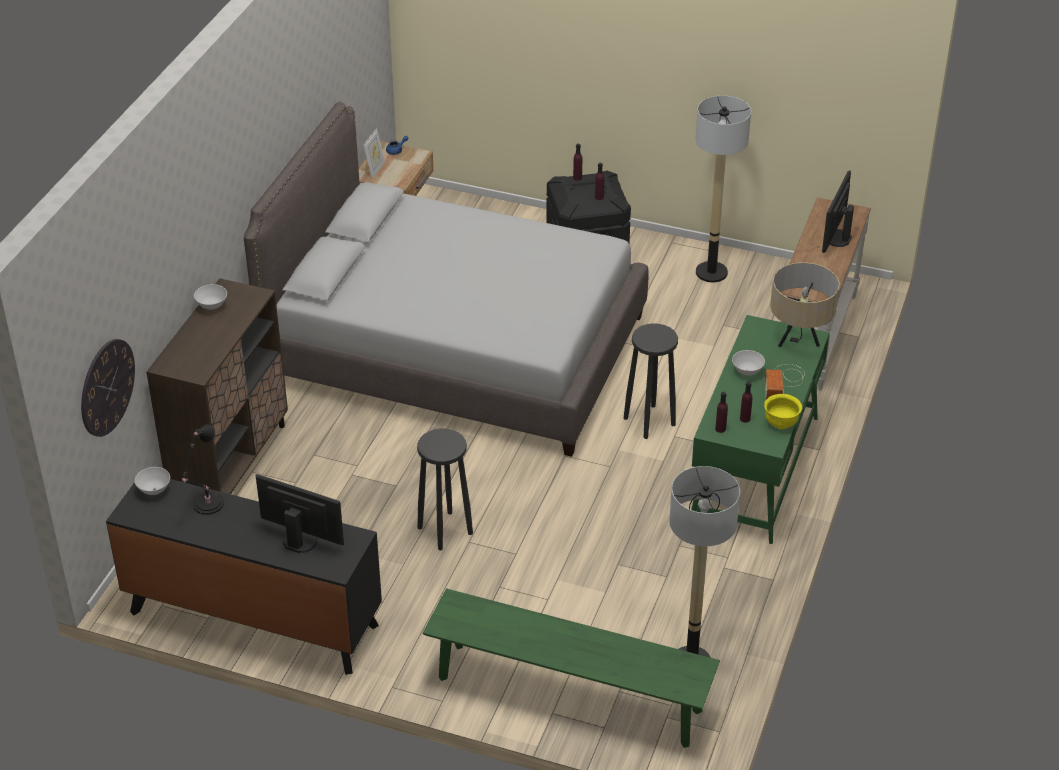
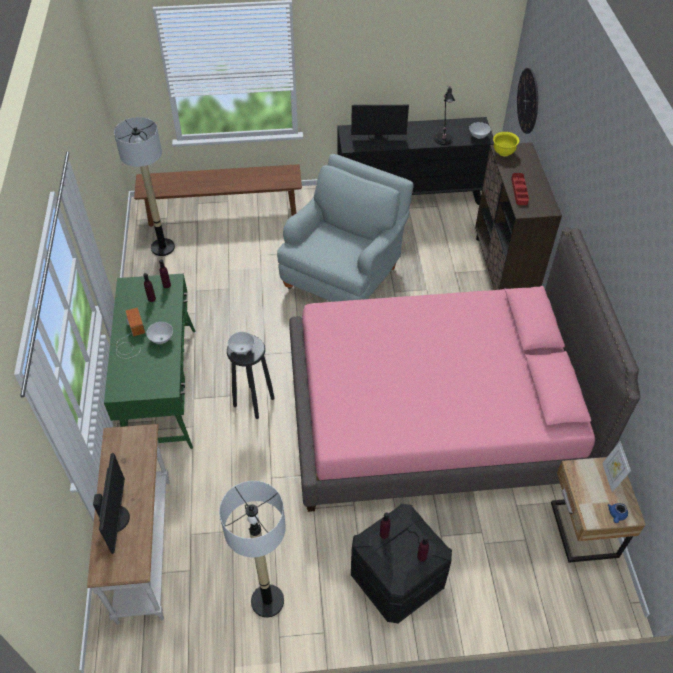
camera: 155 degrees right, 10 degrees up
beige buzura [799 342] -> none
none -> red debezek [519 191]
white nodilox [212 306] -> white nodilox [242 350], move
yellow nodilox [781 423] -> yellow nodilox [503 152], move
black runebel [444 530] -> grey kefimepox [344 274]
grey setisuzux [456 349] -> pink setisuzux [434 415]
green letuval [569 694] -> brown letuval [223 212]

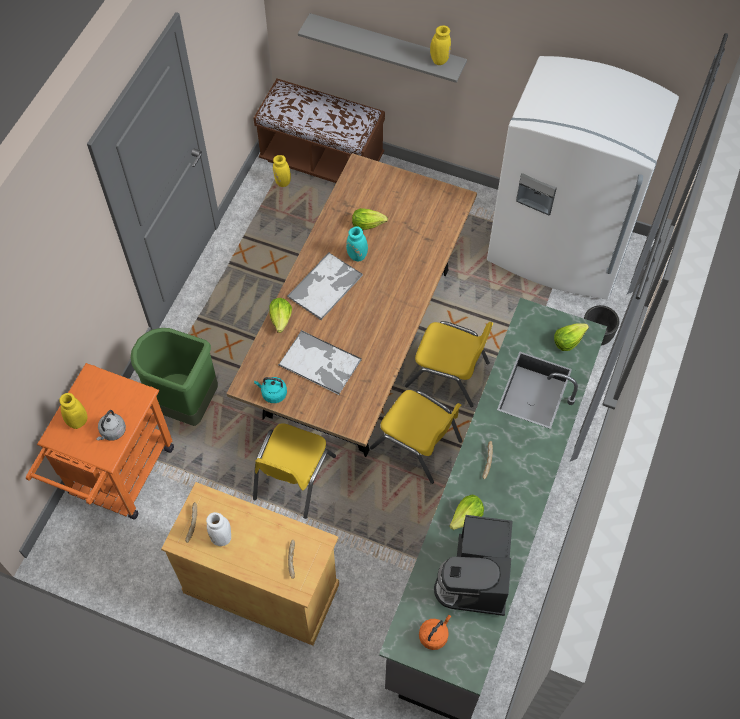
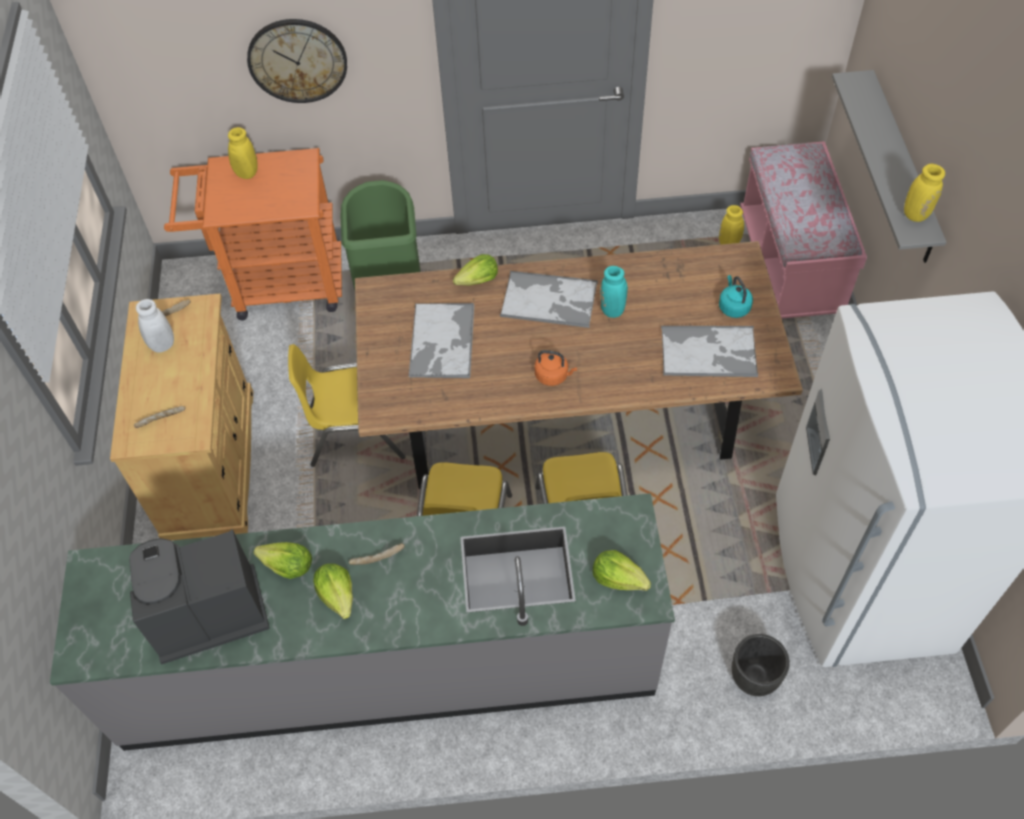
camera: 65 degrees right, 5 degrees down
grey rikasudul [112 432] -> none
none -> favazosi [297 60]
none -> debezek [709 352]
turquoise rikasudul [273 393] -> turquoise rikasudul [733 306], move
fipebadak [367 224] -> fipebadak [338 596], move
orange rikasudul [434 635] -> orange rikasudul [553 376], move
brown letuval [322 159] -> pink letuval [790 264]

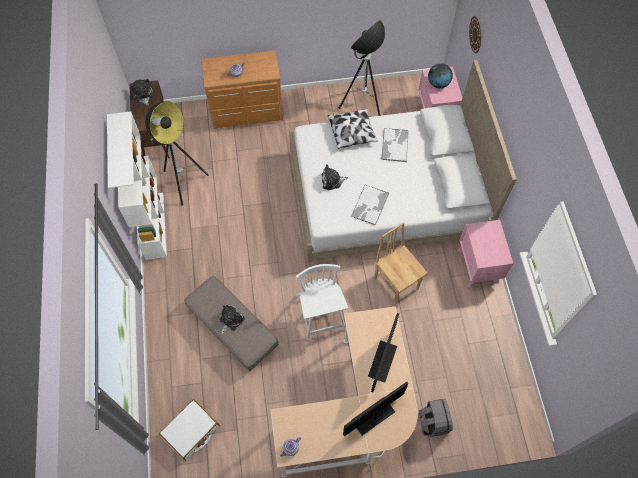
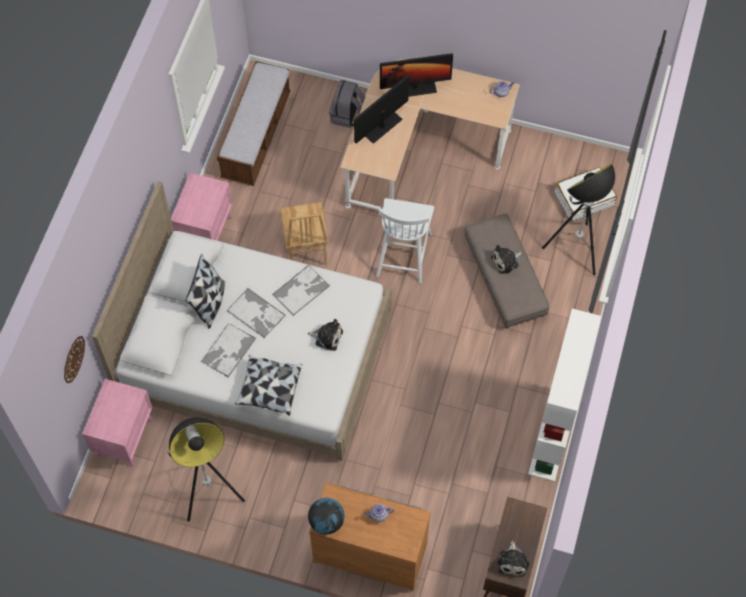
camera: 155 degrees left, 0 degrees up
none -> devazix [210 303]
none -> letuval [256 136]
none -> debezek [256 313]
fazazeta [183 183] -> fazazeta [575 250], move
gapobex [438 84] -> gapobex [327 521], move

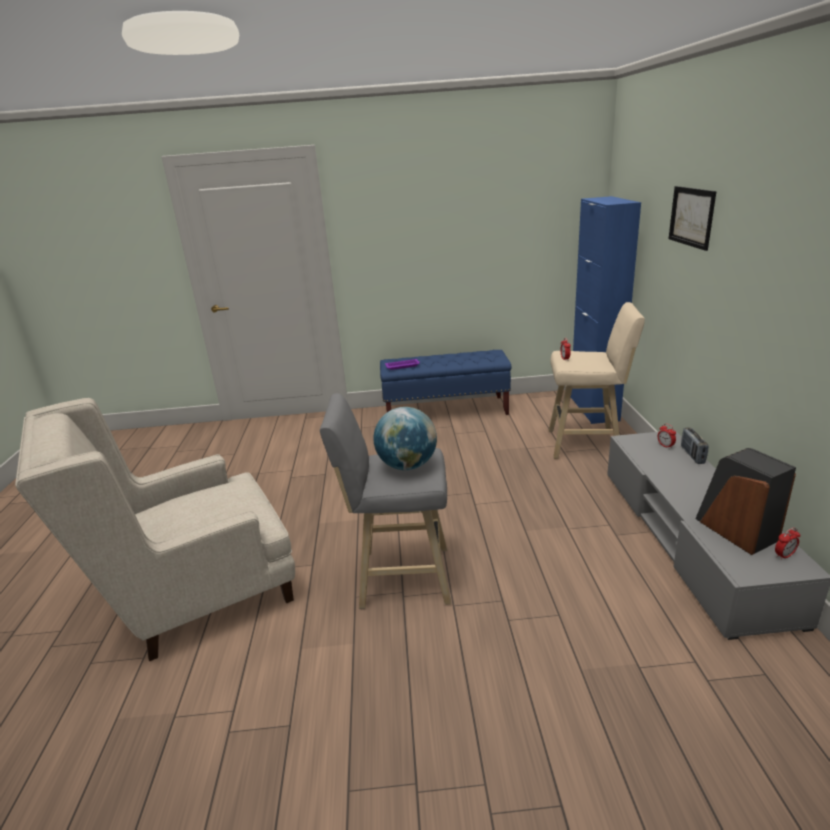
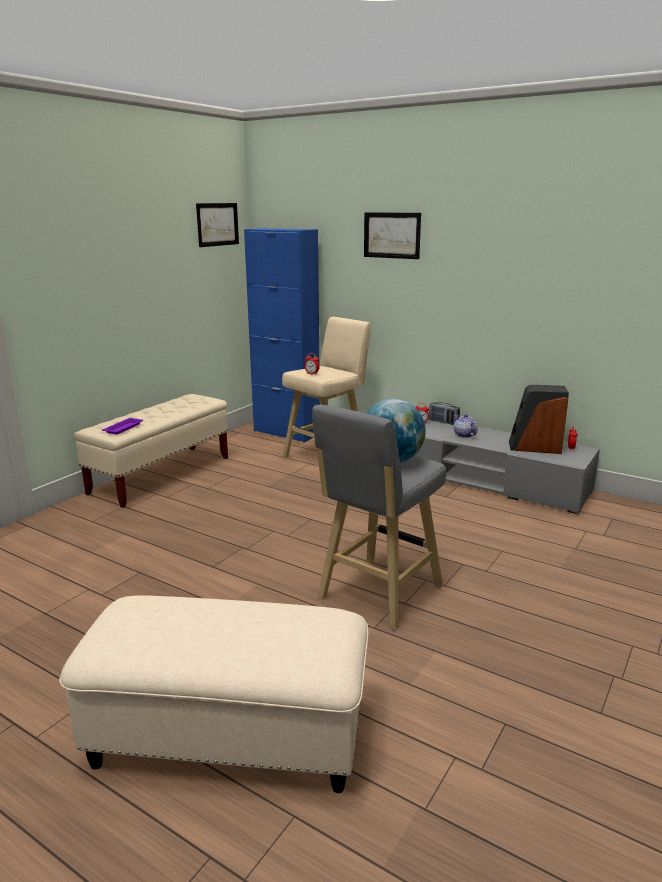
camera: 55 degrees left, 5 degrees down
none -> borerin [217 224]
none -> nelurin [464 435]
beige kefimepox [194 596] -> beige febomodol [227 738]
blue letuval [446 411] -> beige letuval [161 475]

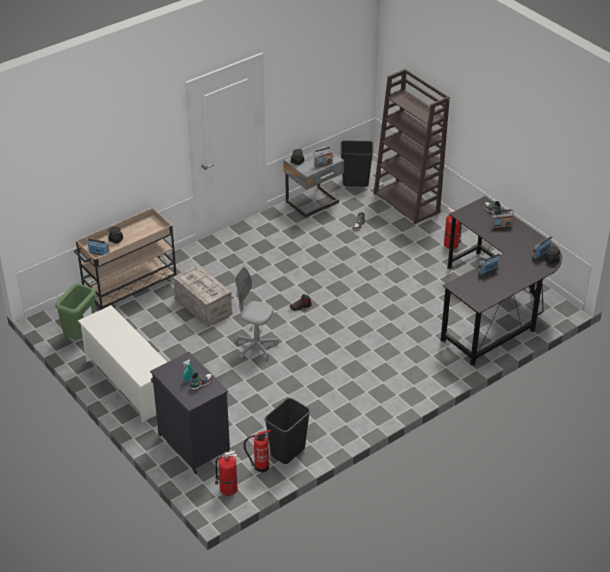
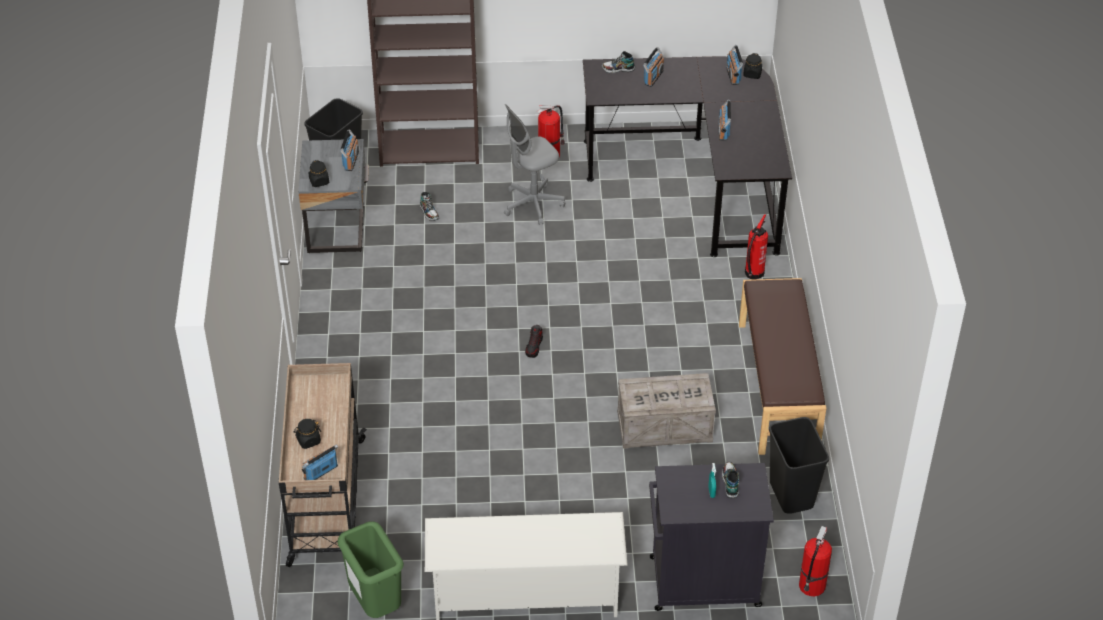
camera: 55 degrees left, 5 degrees up
none -> brown letuval [778 386]
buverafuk [202 306] -> buverafuk [663 427], move
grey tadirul [256 347] -> grey tadirul [533 204], move
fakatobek [260 466] -> fakatobek [753 274], move

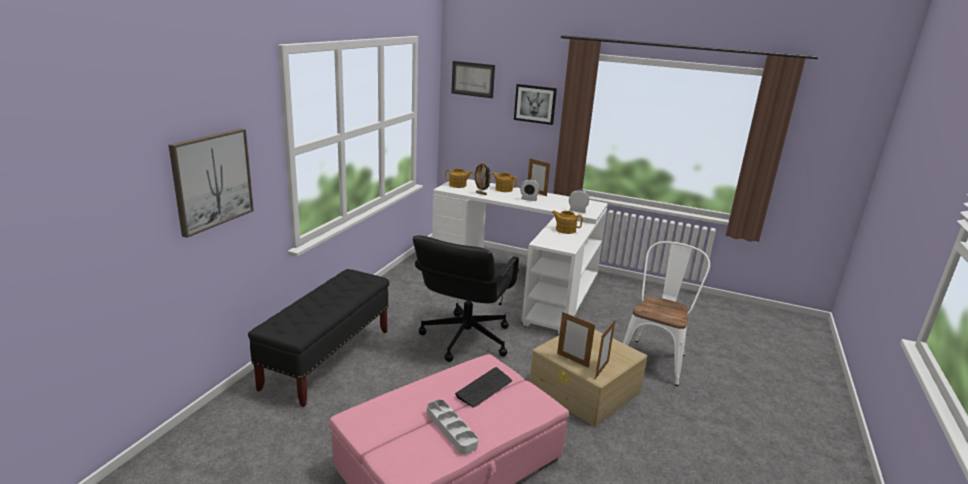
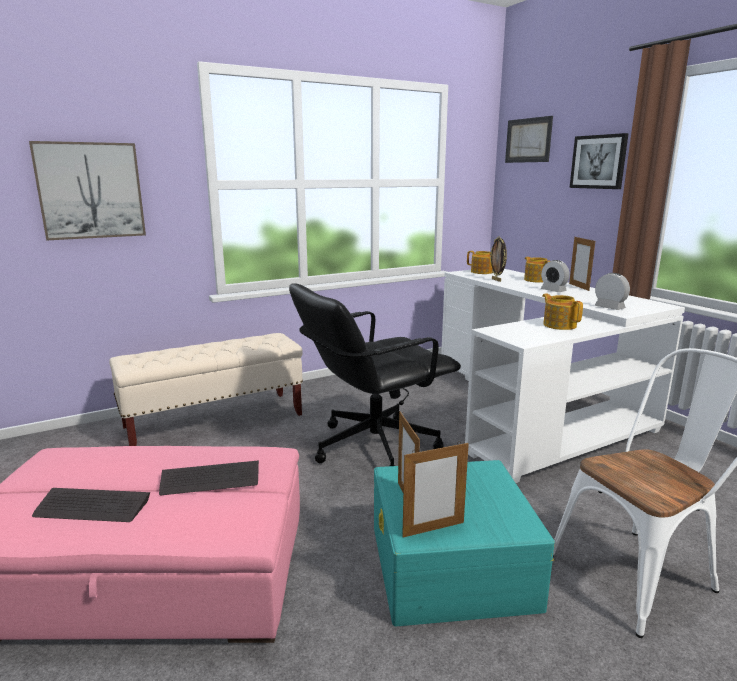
camera: 40 degrees right, 5 degrees down
grey debezek [451 429] -> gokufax [92 507]
black letuval [328 359] -> beige letuval [215 421]
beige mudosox [585 389] -> turquoise mudosox [451 566]

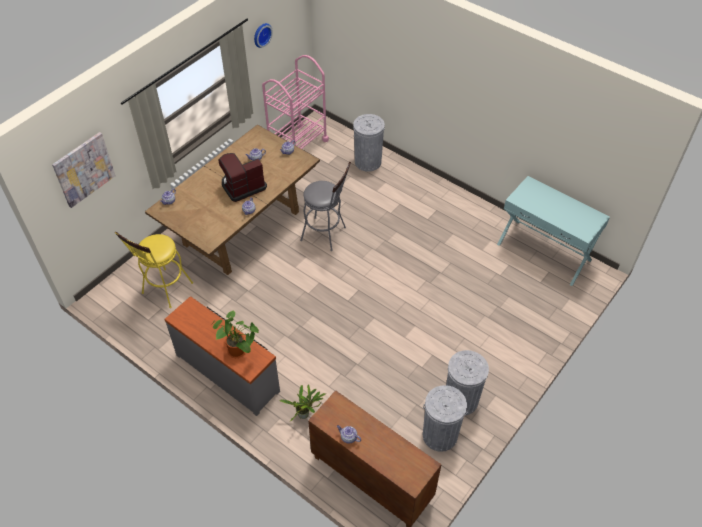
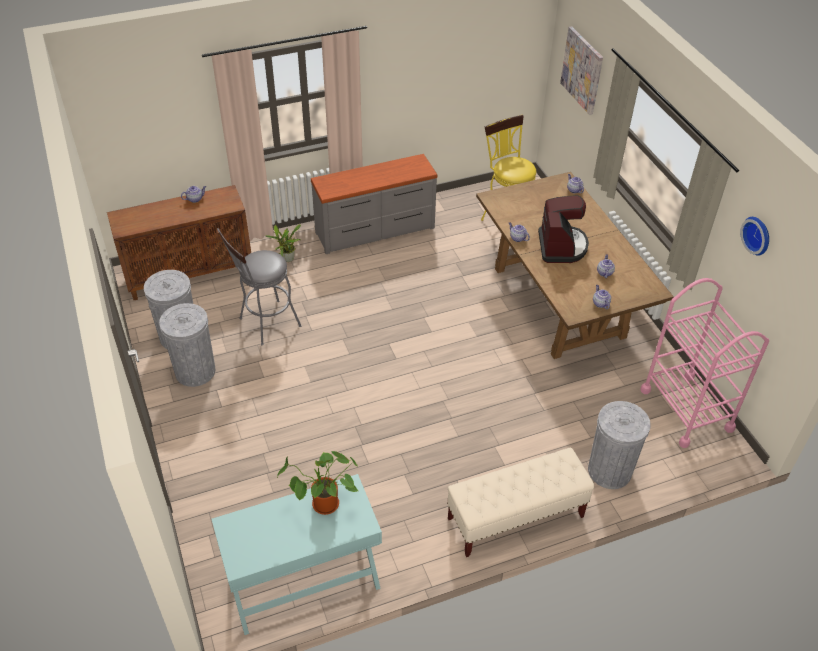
camera: 120 degrees right, 5 degrees down
none -> beige letuval [515 518]
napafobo [239 351] -> napafobo [323 506], move
grey runebel [327 235] -> grey runebel [265 324], move

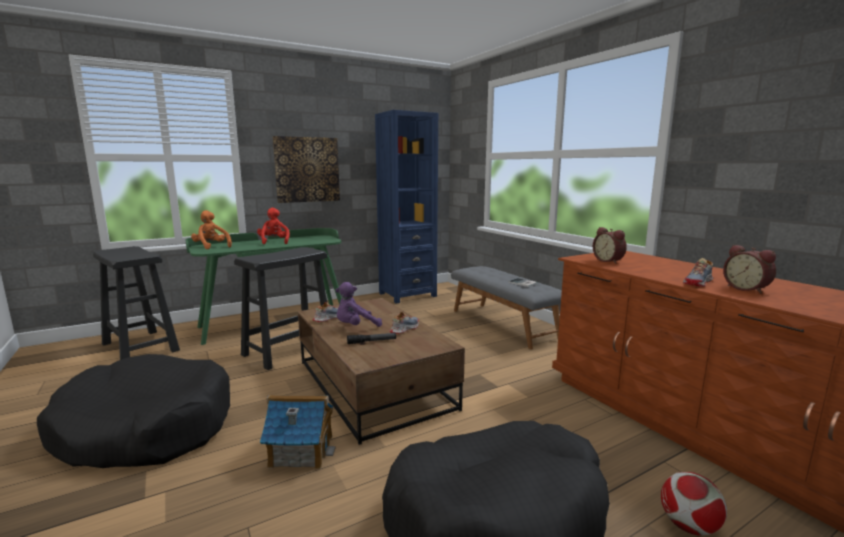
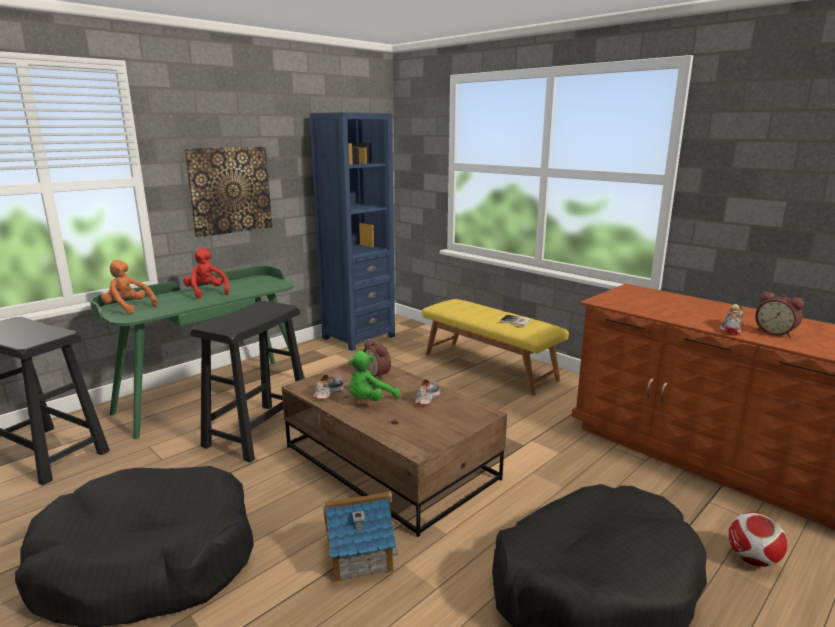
camera: 15 degrees left, 5 degrees up
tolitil [371 341] -> none
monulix [609 261] -> monulix [378 374], move
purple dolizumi [356 327] -> green dolizumi [370 401]
grey letuval [503 324] -> yellow letuval [490 366]

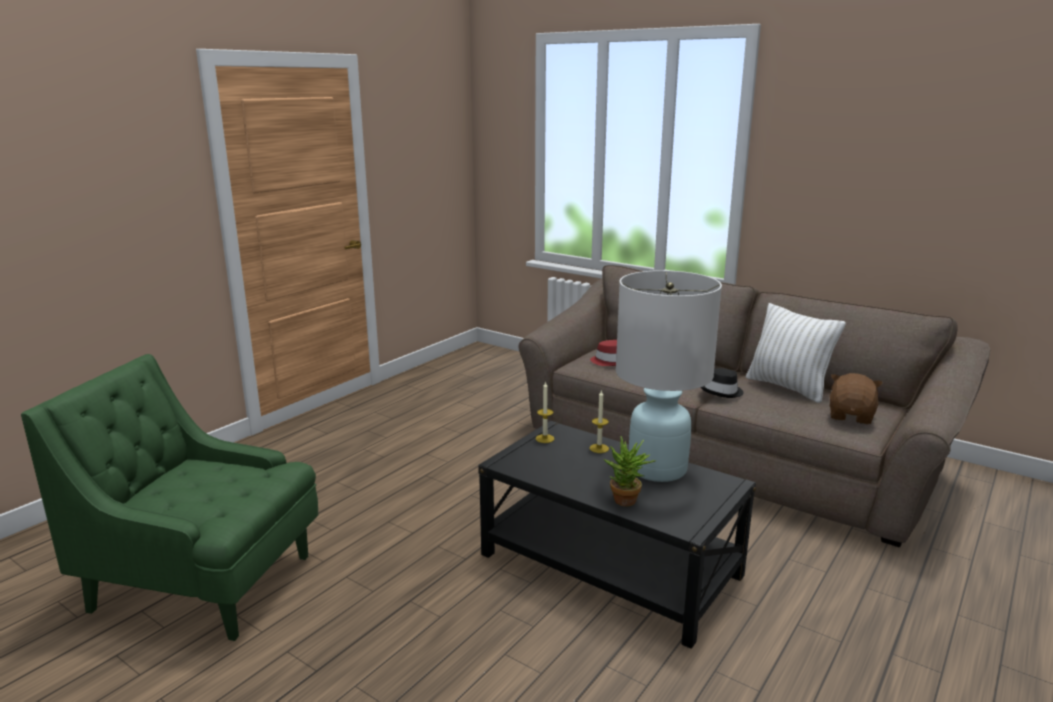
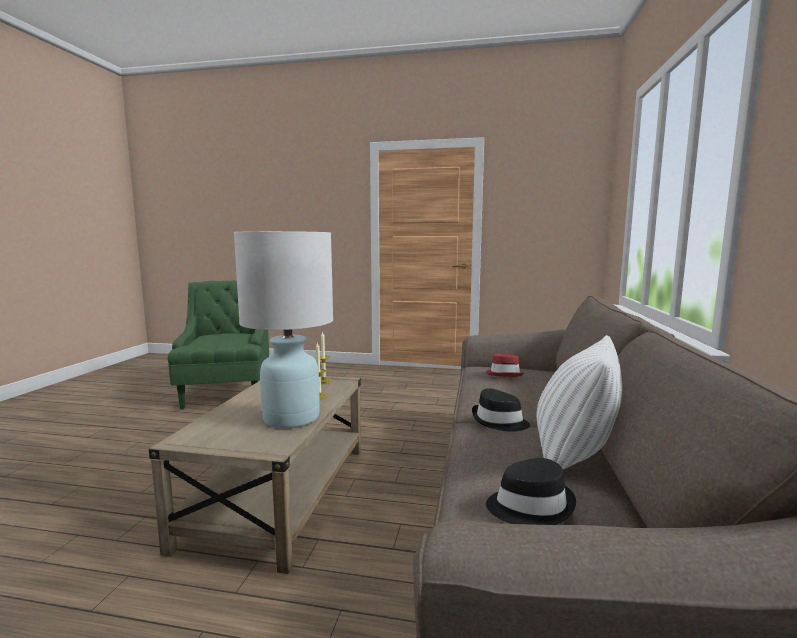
camera: 65 degrees right, 10 degrees down
napafobo [626 503] -> none
brown dolizumi [851 416] -> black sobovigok [530 506]
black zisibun [610 566] -> beige zisibun [280 494]

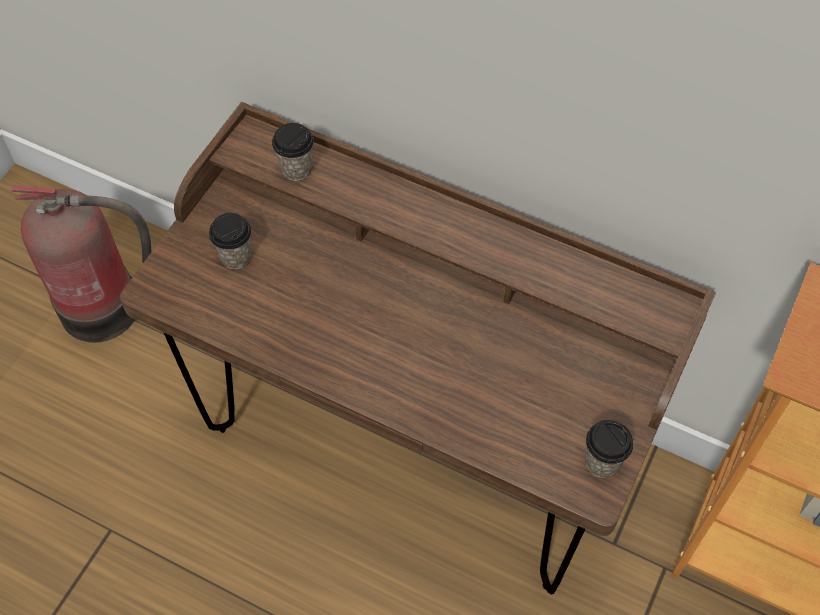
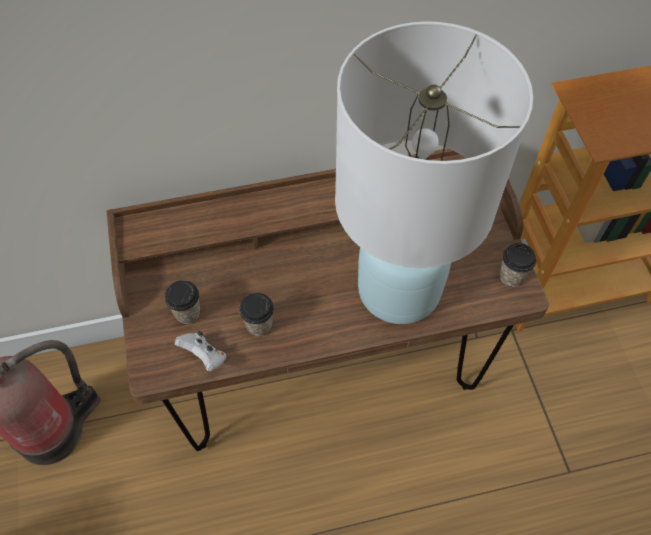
camera: 40 degrees left, 0 degrees up
none -> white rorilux [204 356]
none -> white buzura [398 290]
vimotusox [296 169] -> vimotusox [259 325], move

